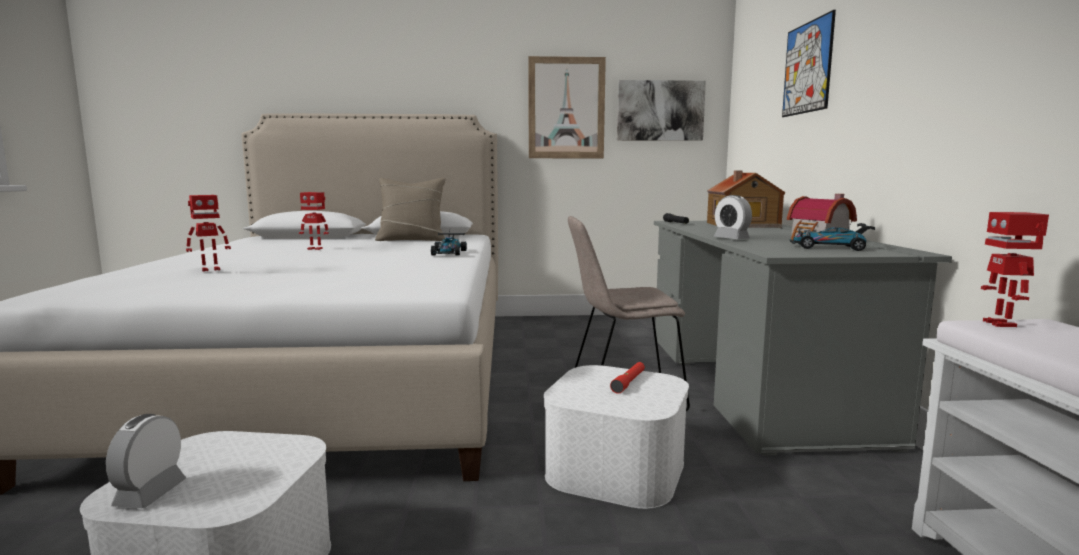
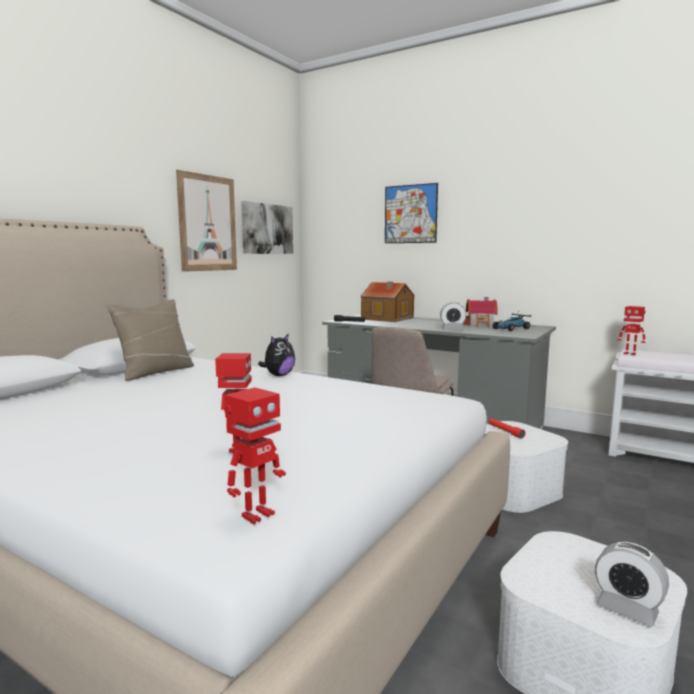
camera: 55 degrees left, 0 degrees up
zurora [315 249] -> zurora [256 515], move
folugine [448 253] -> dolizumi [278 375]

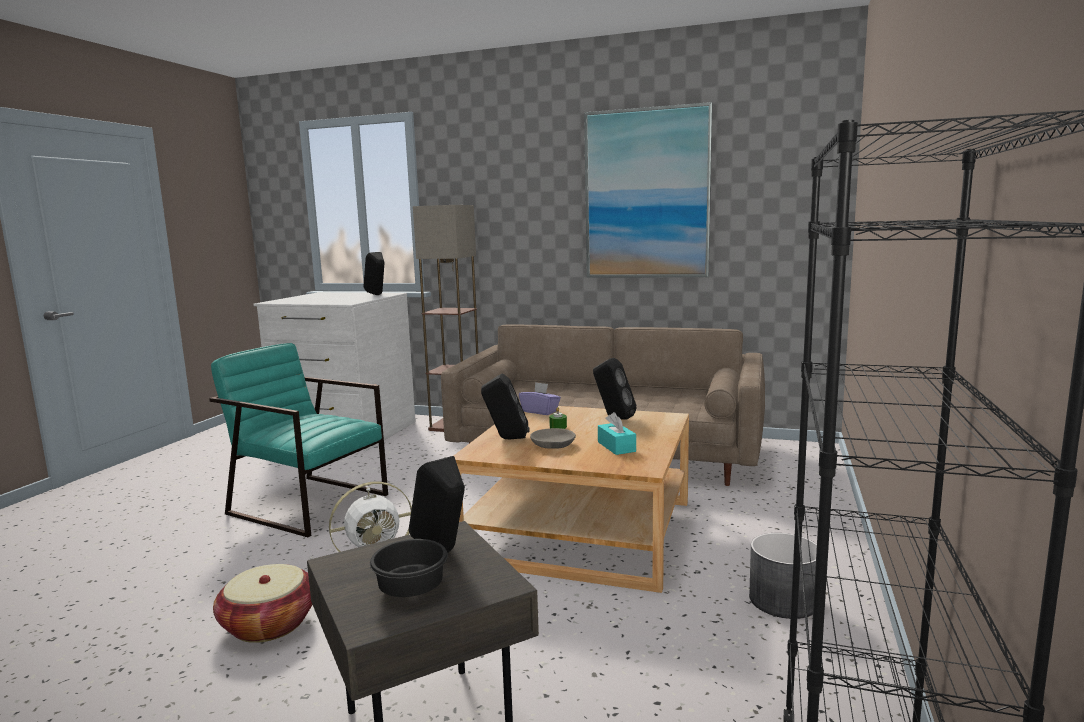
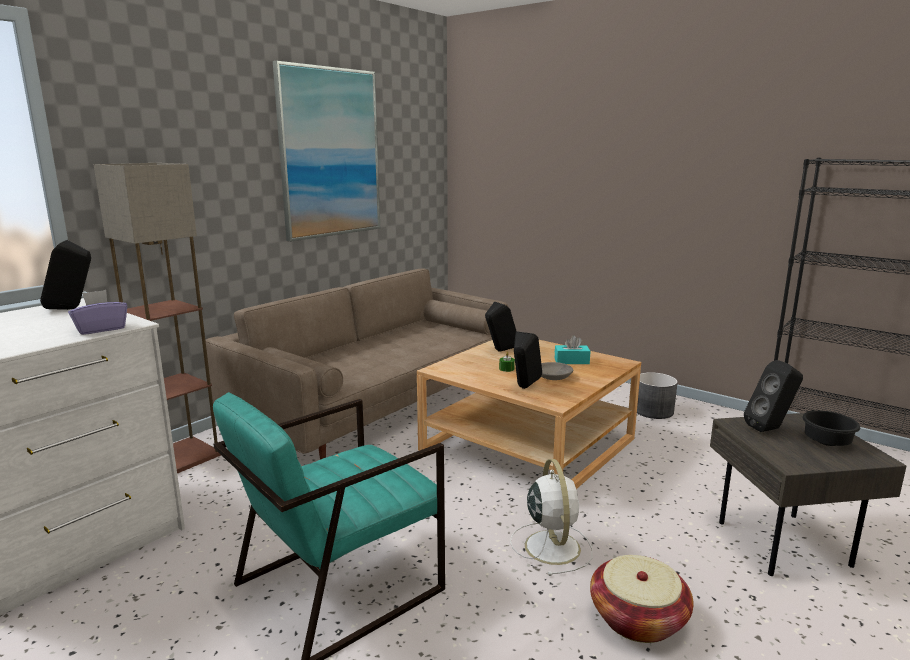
camera: 70 degrees left, 5 degrees up
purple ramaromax [540 411] -> purple ramaromax [101 329], move

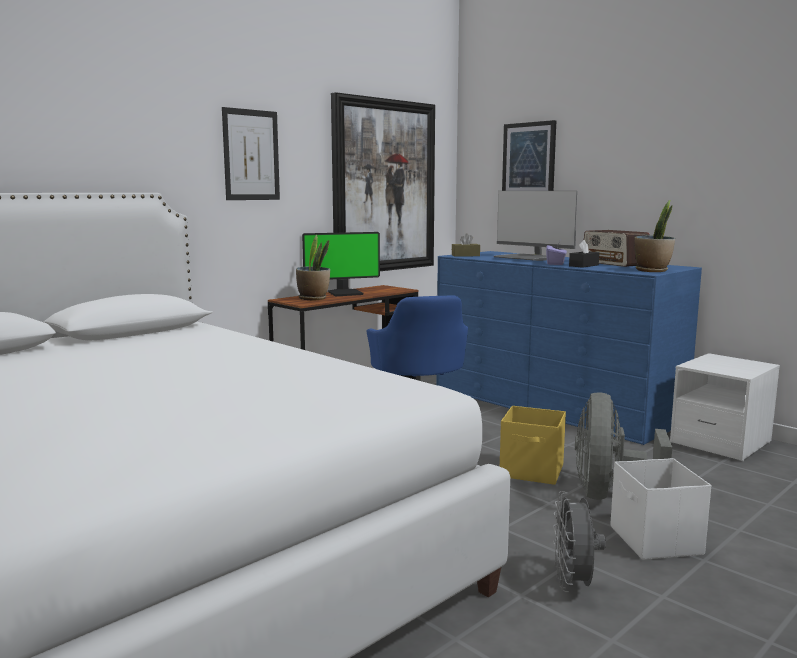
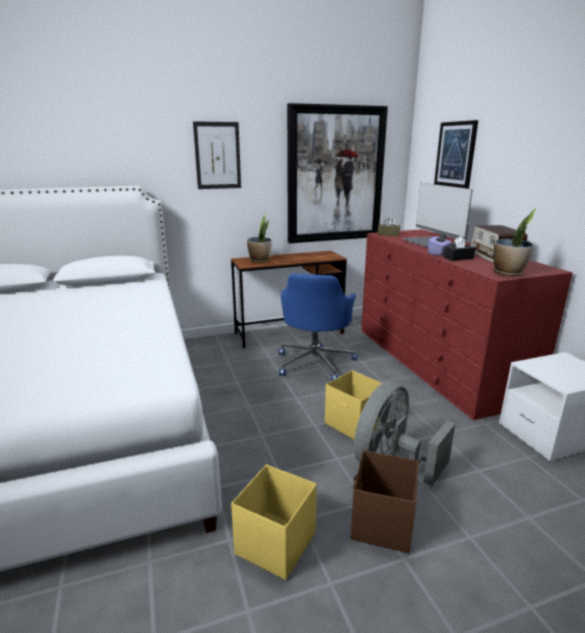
camera: 25 degrees right, 10 degrees up
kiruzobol [345 293] -> none
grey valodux [573 585] -> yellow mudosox [274 544]
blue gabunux [552 404] -> red gabunux [436 362]
white mudosox [655 541] -> brown mudosox [382 524]

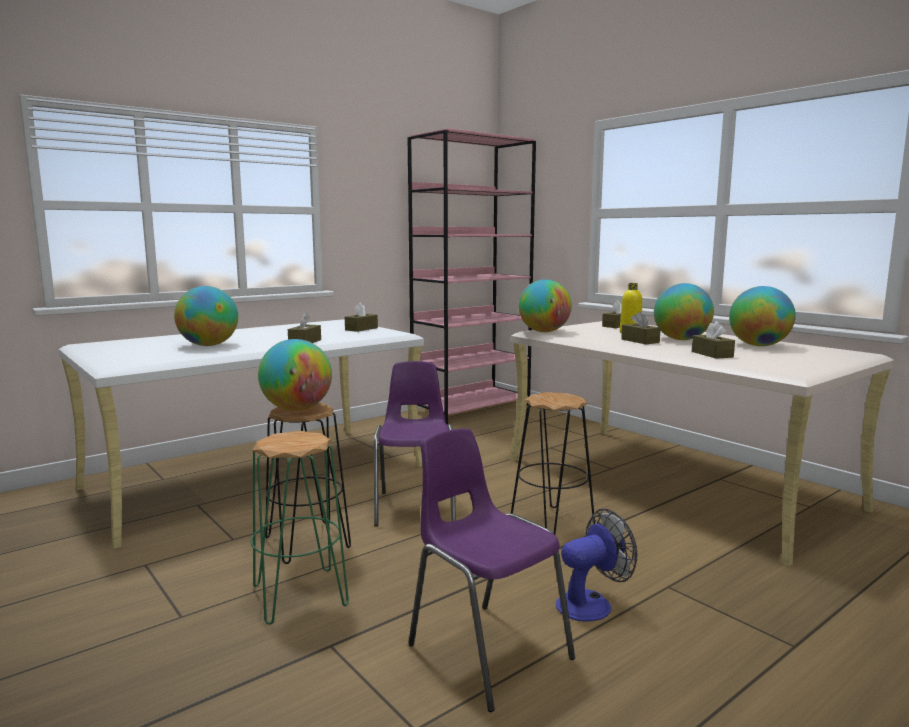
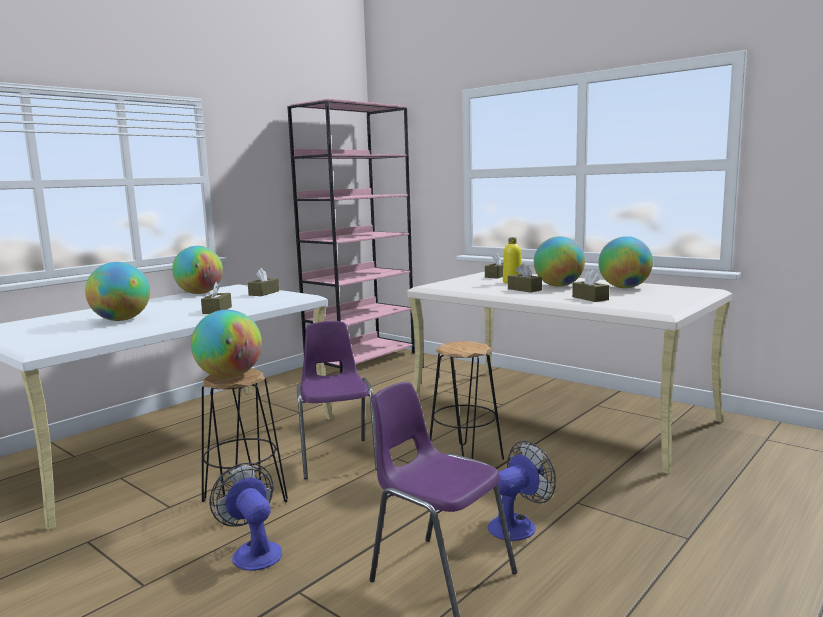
camera: 10 degrees left, 0 degrees up
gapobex [544 331] -> gapobex [200 293], move
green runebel [299 596] -> valodux [253 551]

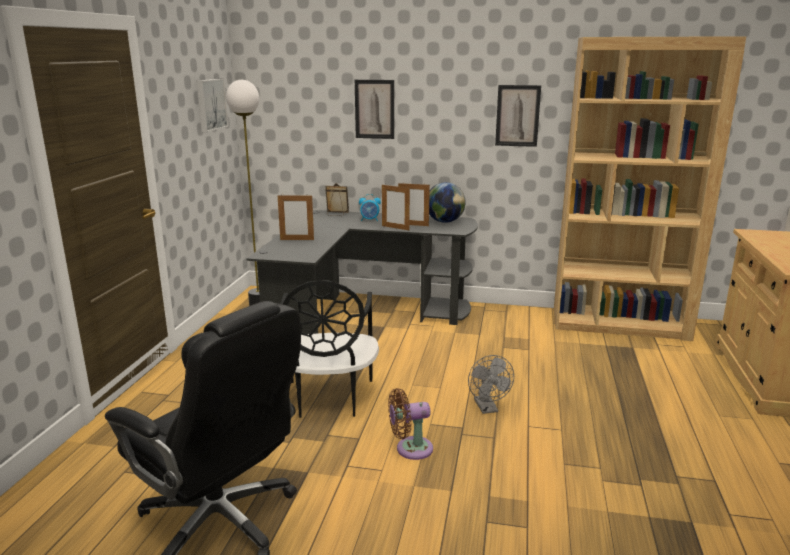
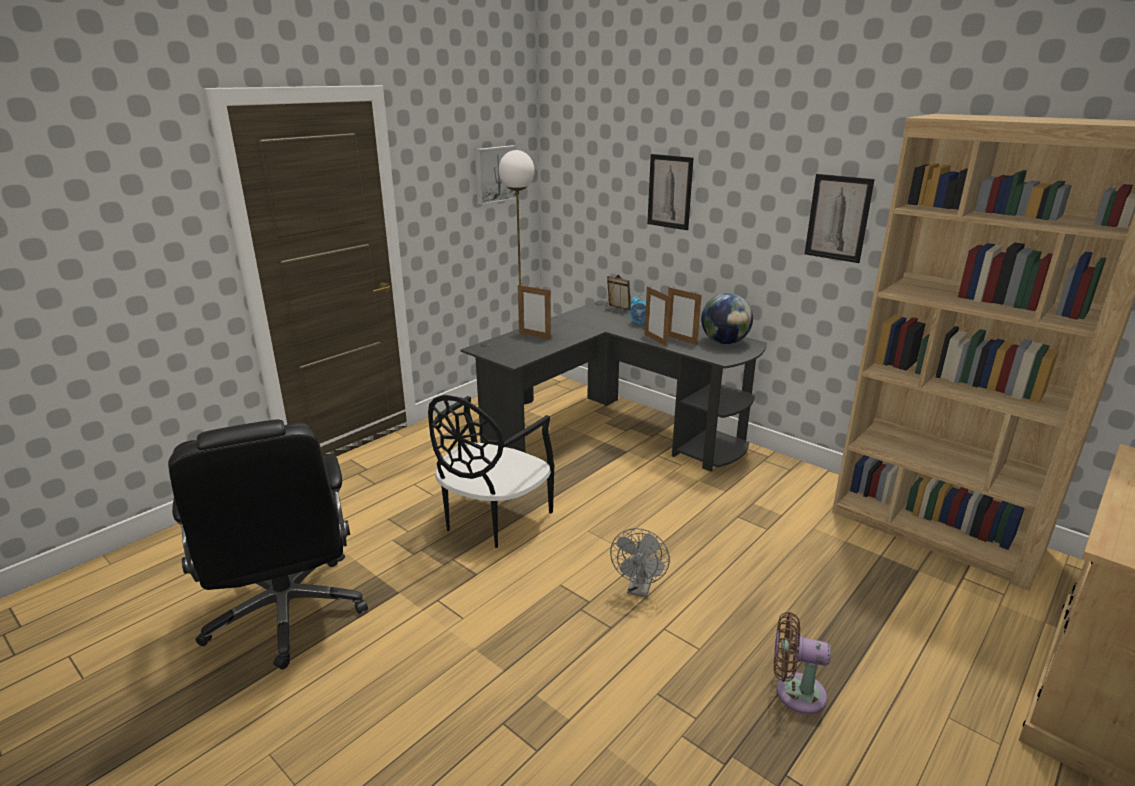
camera: 30 degrees right, 5 degrees up
brown valodux [410 449] -> brown valodux [794 692], move

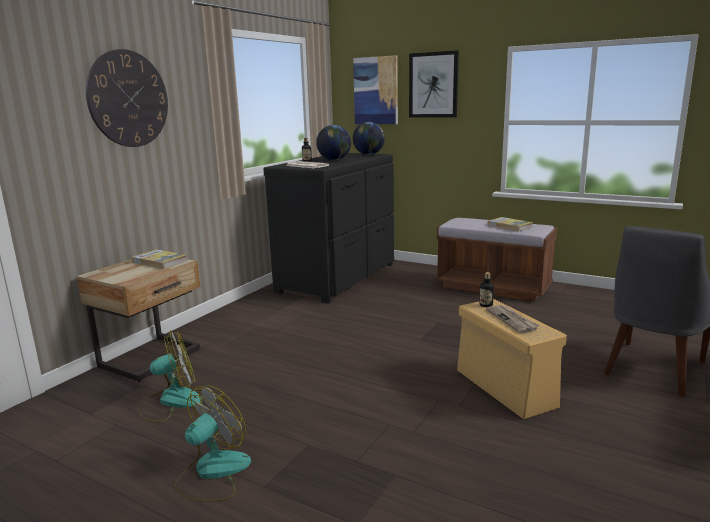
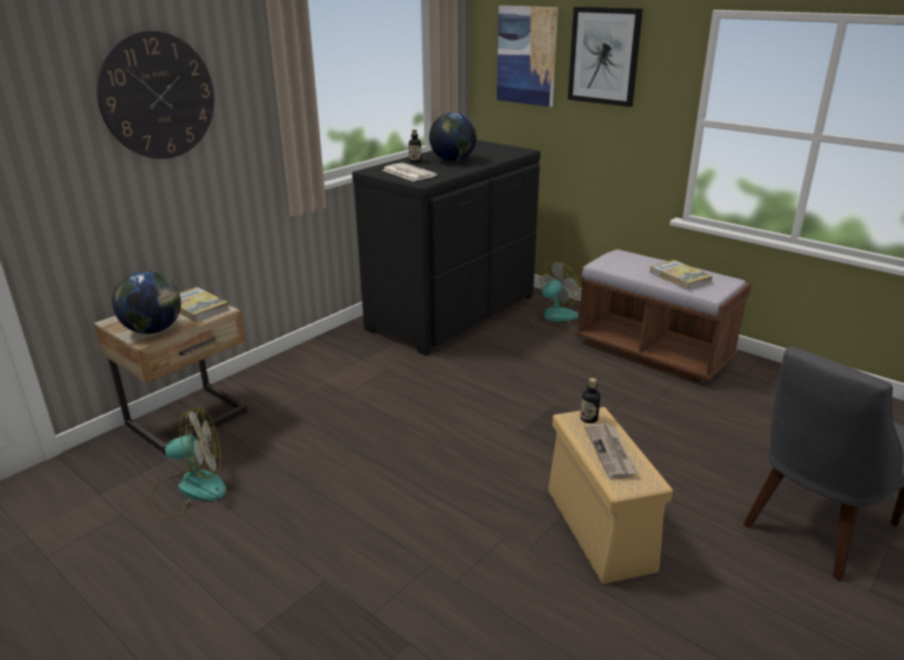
camera: 10 degrees right, 10 degrees up
valodux [212 472] -> valodux [554 318], move
gapobex [369 154] -> gapobex [154 330], move

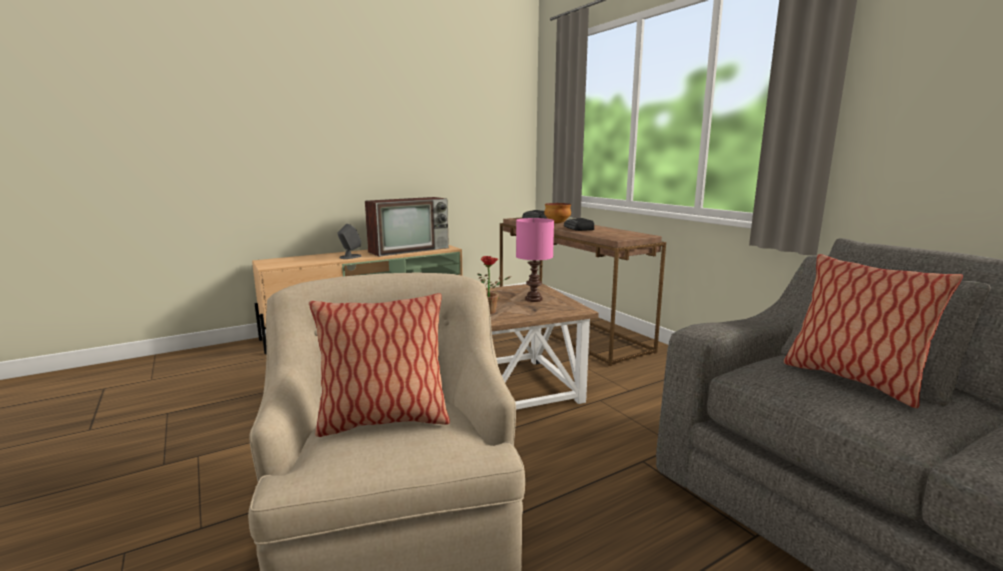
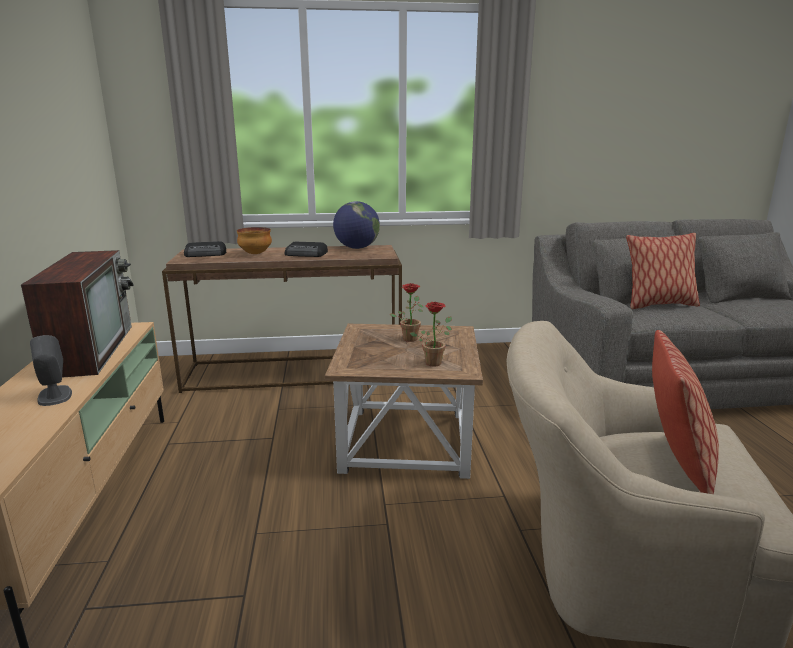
camera: 65 degrees left, 5 degrees up
none -> gapobex [357 248]
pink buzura [534 299] -> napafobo [410 338]

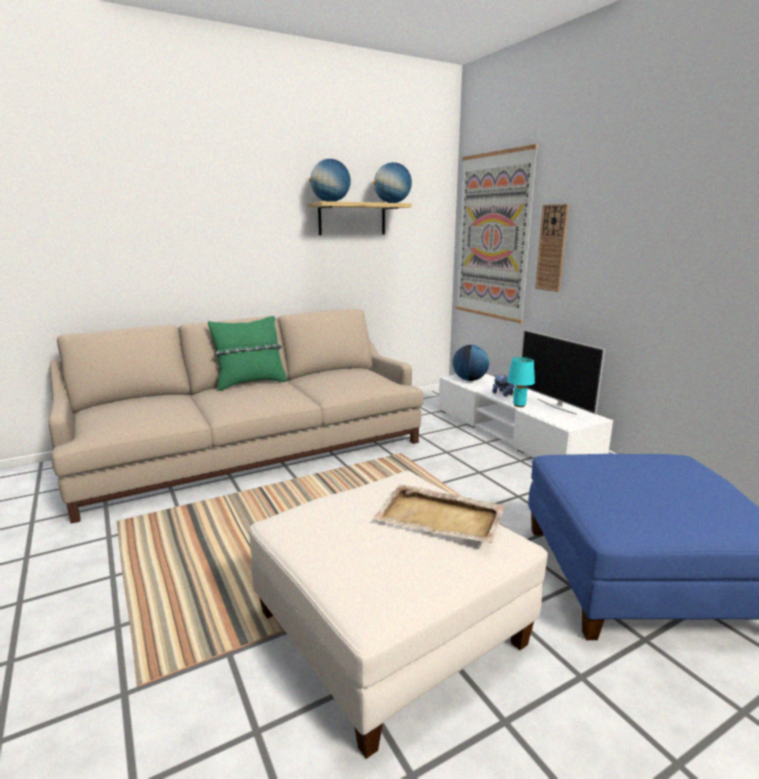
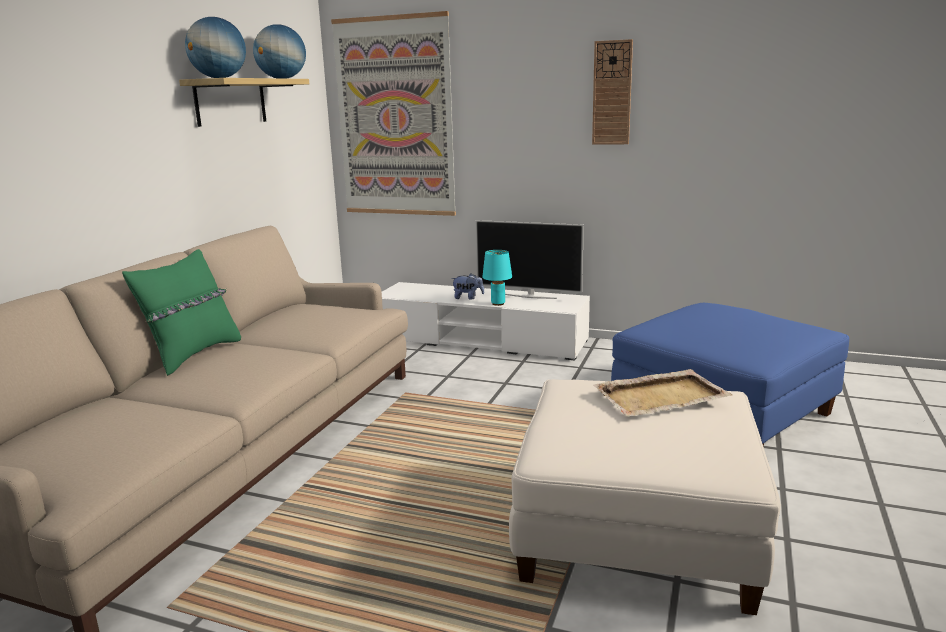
camera: 40 degrees left, 0 degrees up
gapobex [469 380] -> none
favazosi [552 248] -> favazosi [612 93], move

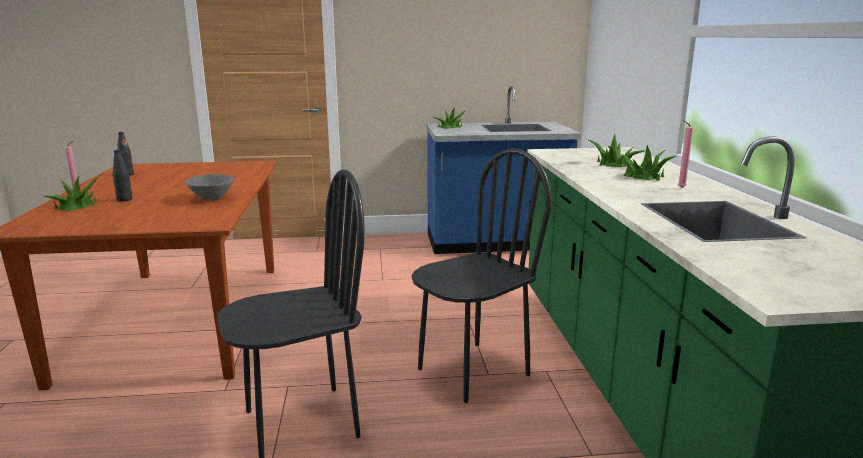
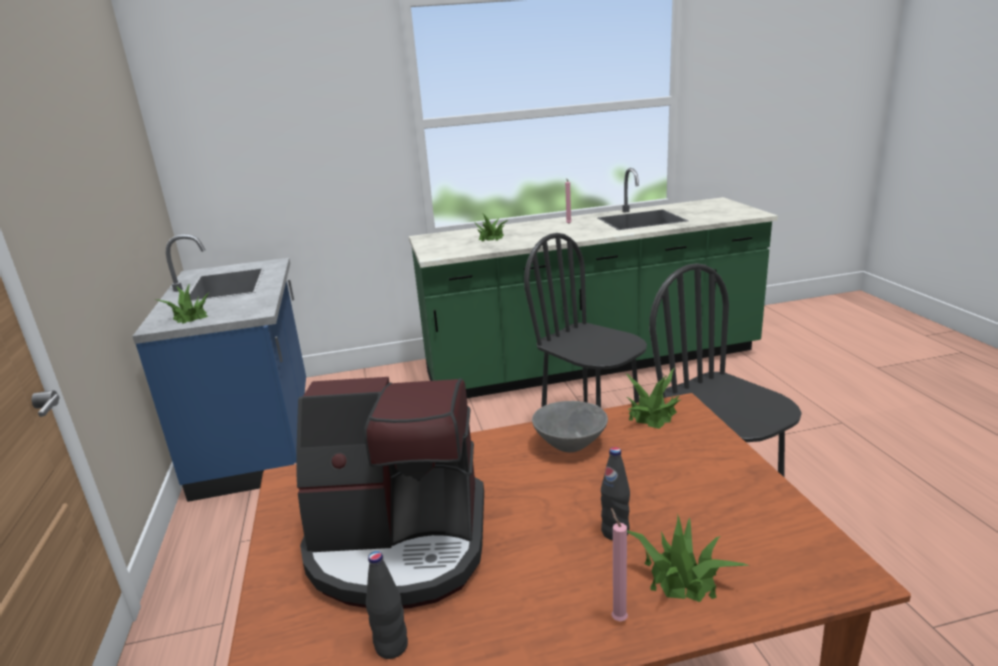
camera: 95 degrees left, 5 degrees up
none -> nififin [399 545]
napafobo [644 176] -> napafobo [653 414], move

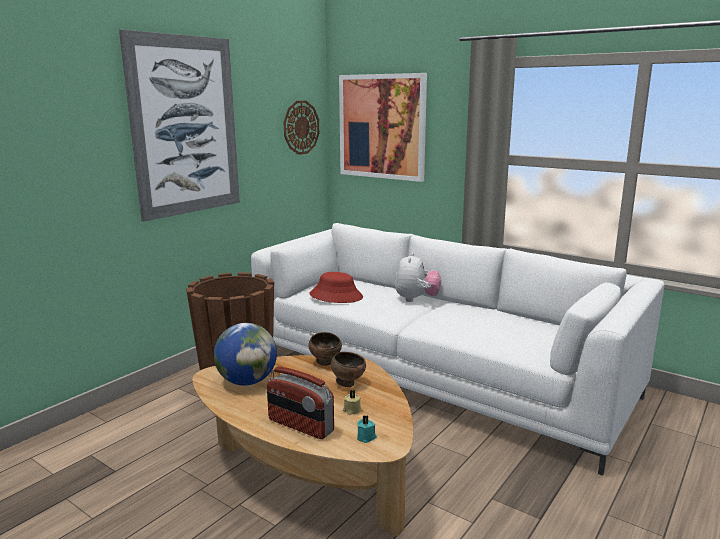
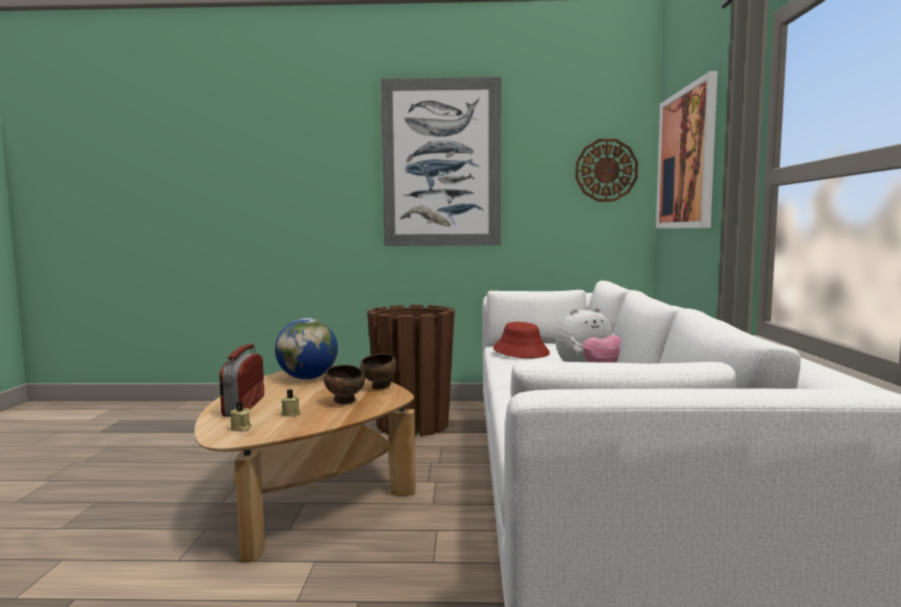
camera: 55 degrees right, 10 degrees down
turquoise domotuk [366 437] -> beige domotuk [241 428]

